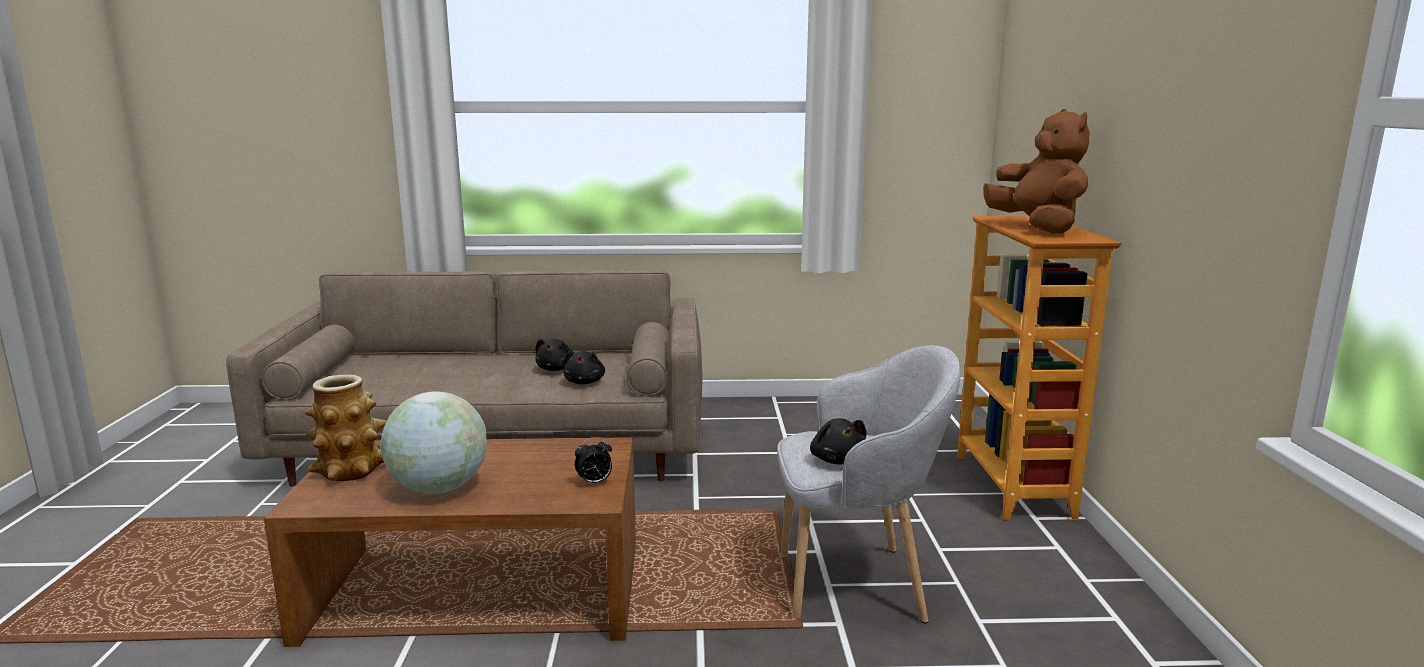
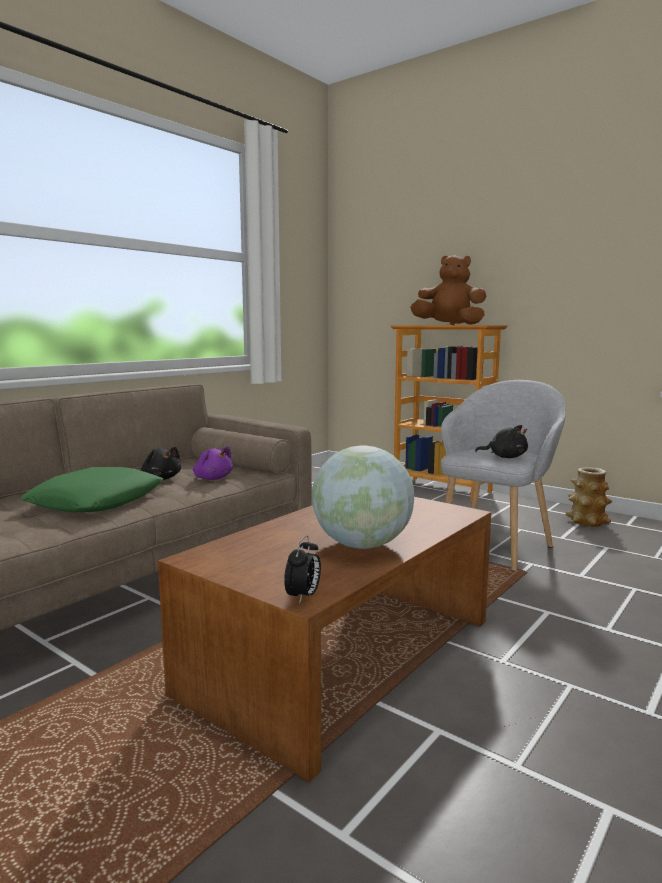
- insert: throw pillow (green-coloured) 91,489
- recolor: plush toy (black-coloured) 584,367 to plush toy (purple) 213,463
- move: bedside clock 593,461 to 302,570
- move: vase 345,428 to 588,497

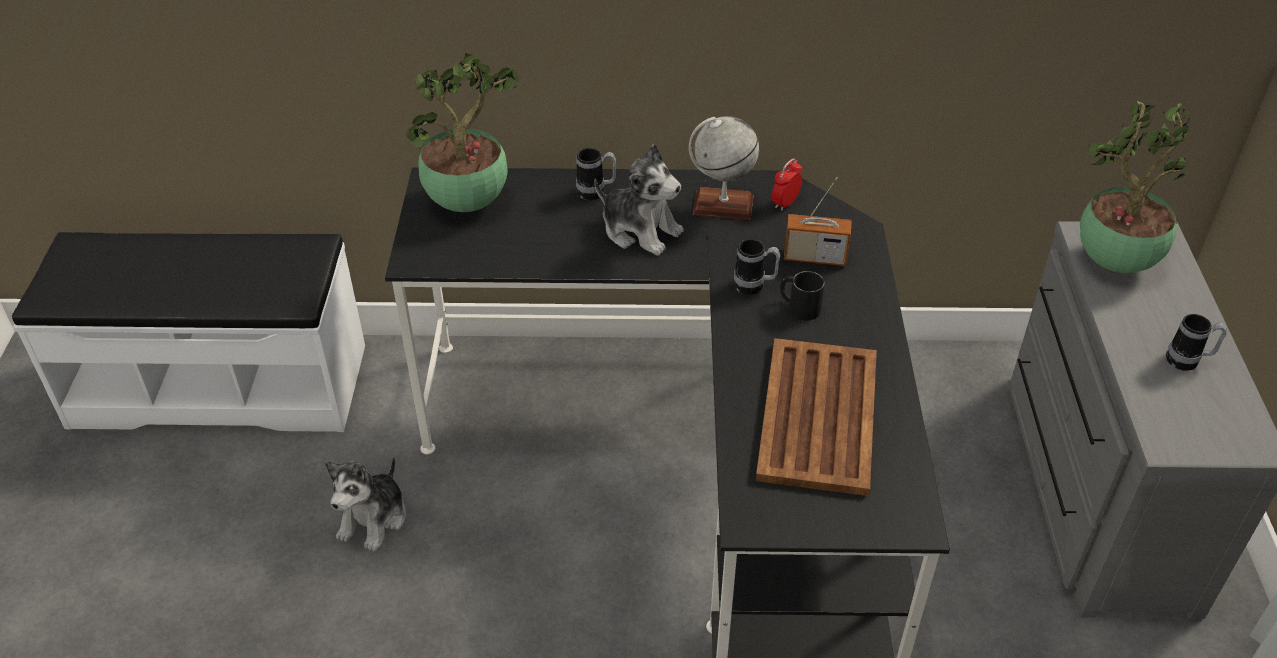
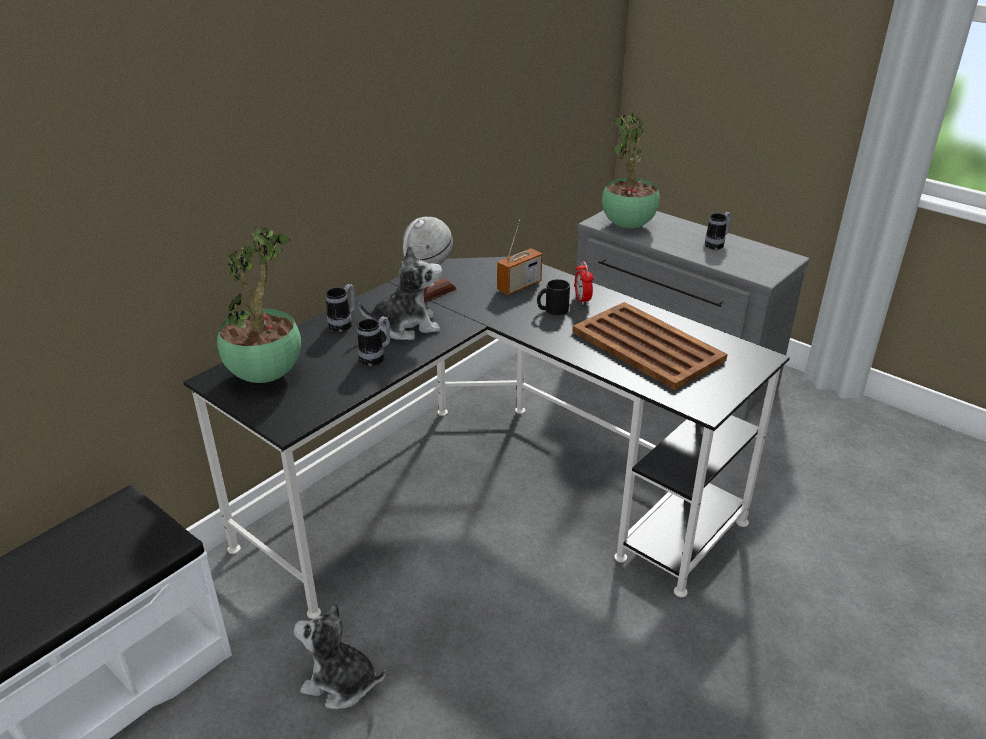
- rotate: plush toy 365,504 = 340,655 135 degrees clockwise
- move: tea mug 757,267 to 373,341
- move: bedside clock 787,185 to 584,283

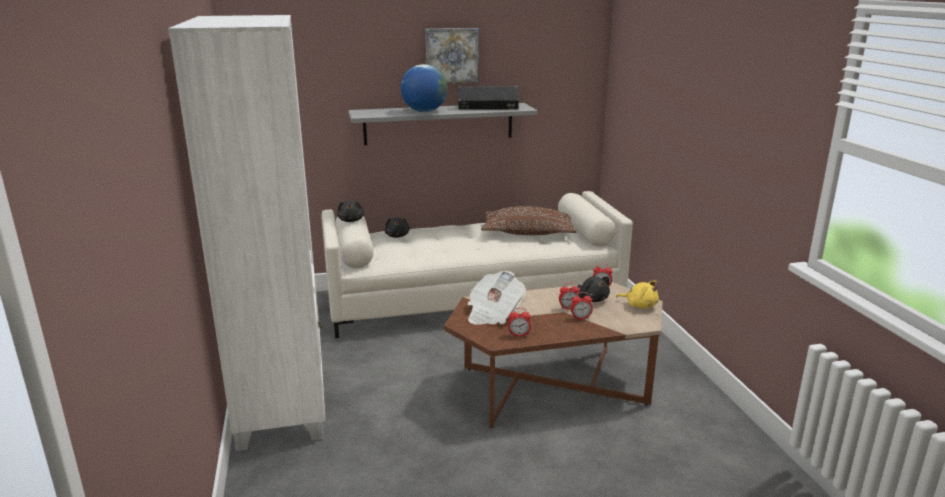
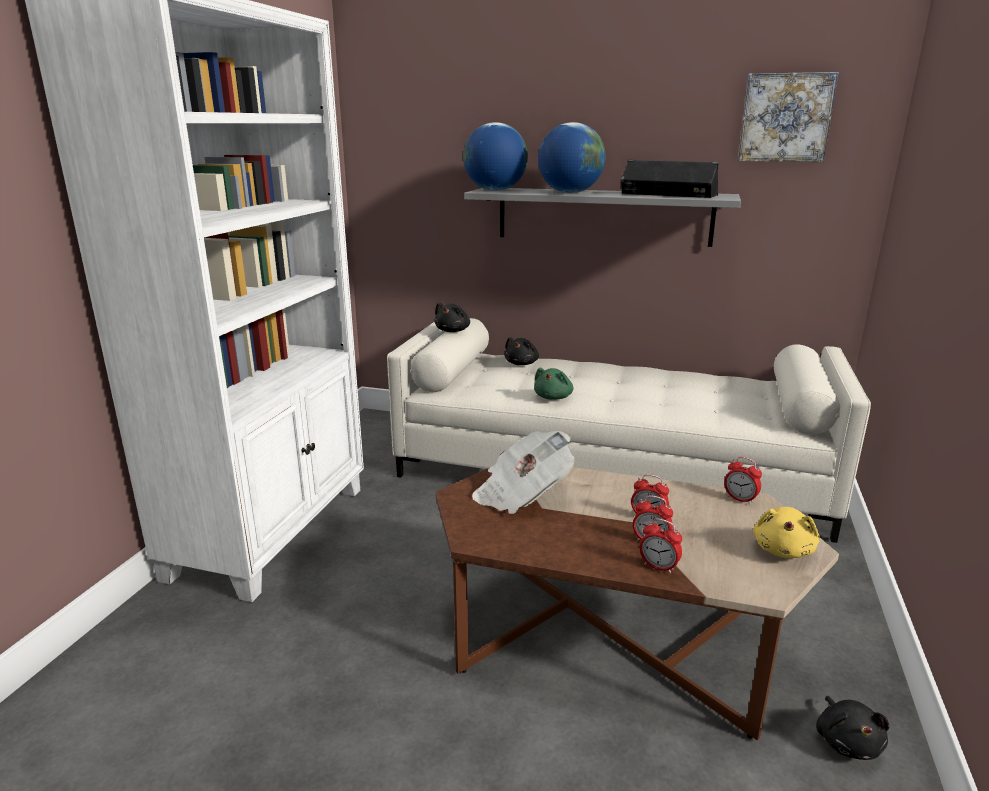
- insert: world globe 495,156
- insert: plush toy (green-coloured) 554,383
- move: bedside clock 519,322 to 660,545
- move: picture 452,56 to 788,117
- rotate: plush toy (yellow-coloured) 637,294 = 786,532 45 degrees clockwise
- move: plush toy (black-coloured) 594,289 to 853,728
- delete: throw pillow (brown) 528,220

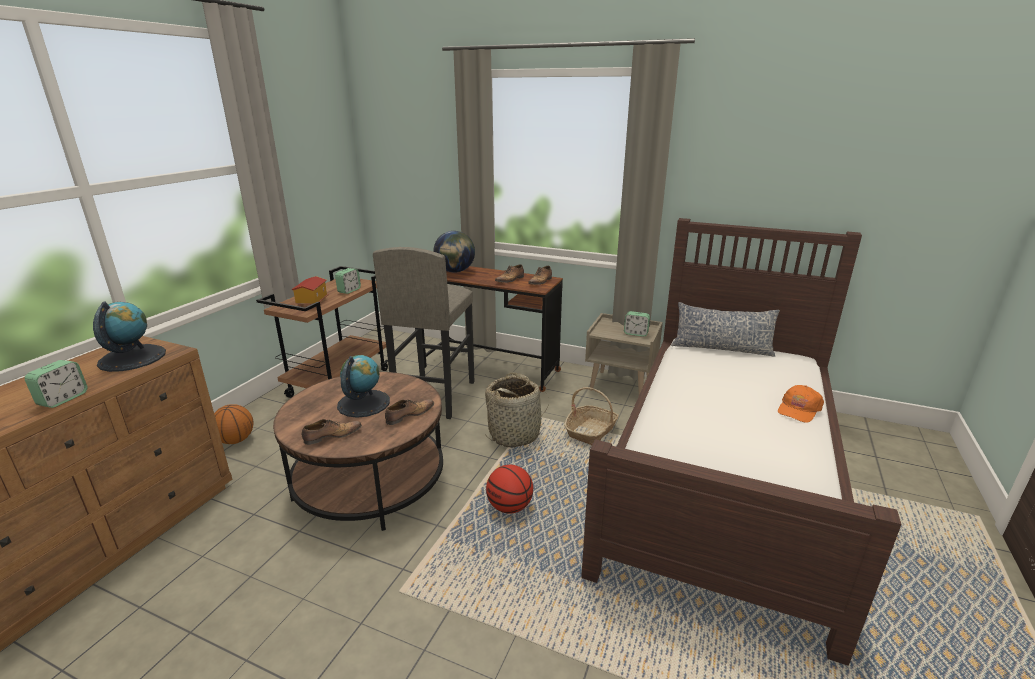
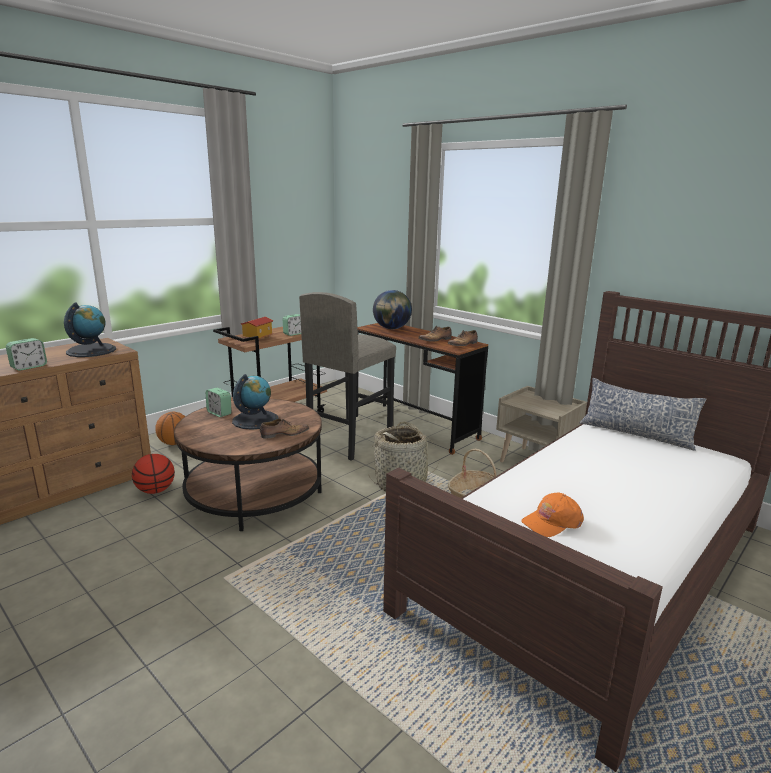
- move: basketball 509,489 to 153,474
- move: bedside clock 637,324 to 219,402
- move: peaked cap (orange) 801,403 to 552,514
- delete: shoe 331,432

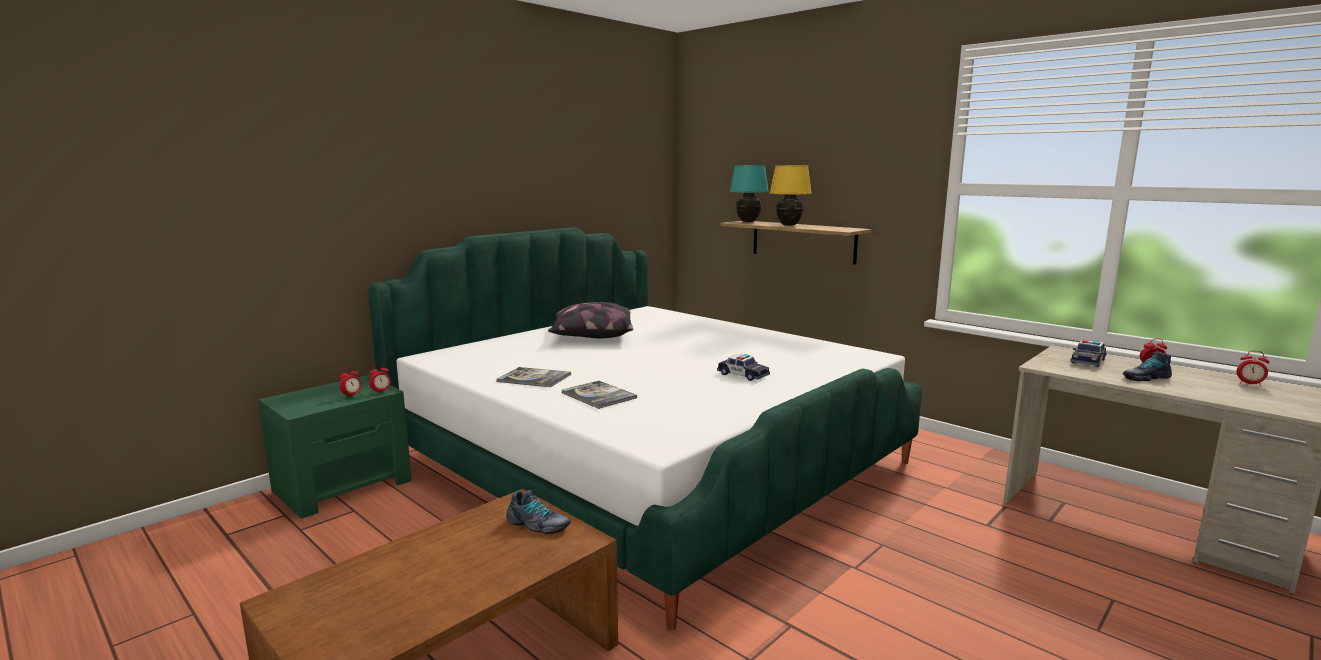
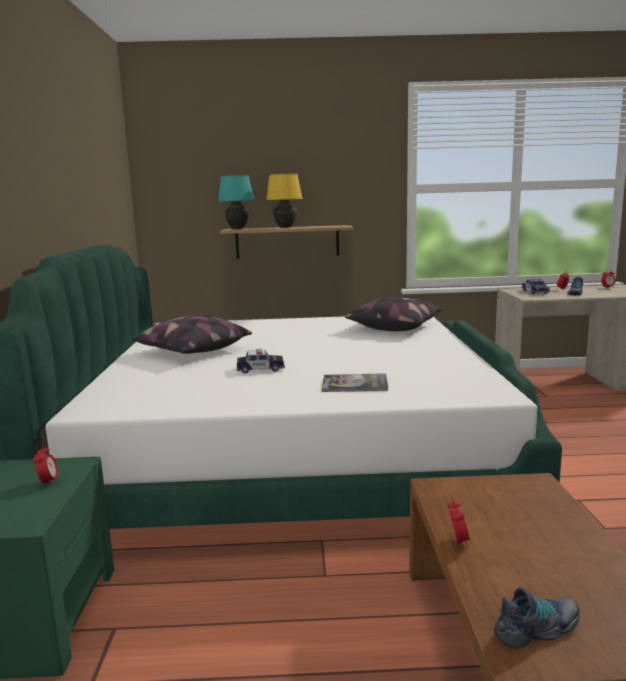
- move: model car 743,367 to 261,361
- insert: throw pillow 394,314
- move: bedside clock 380,378 to 459,523
- move: shoe 538,512 to 537,618
- delete: book 534,377

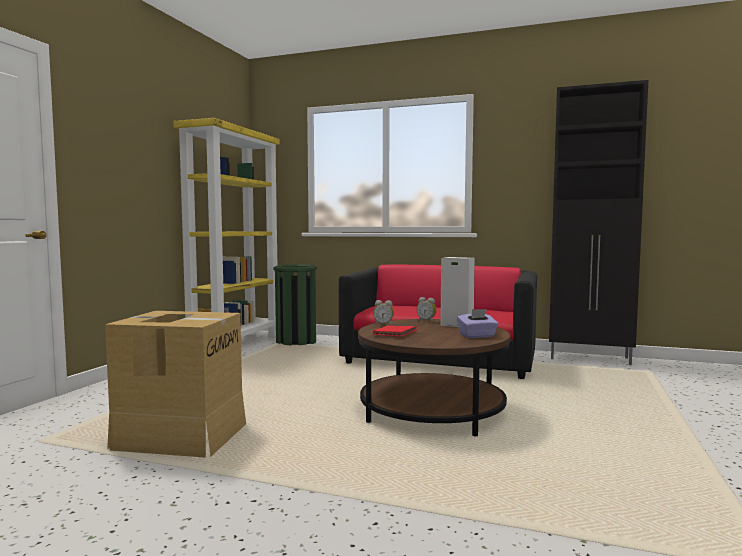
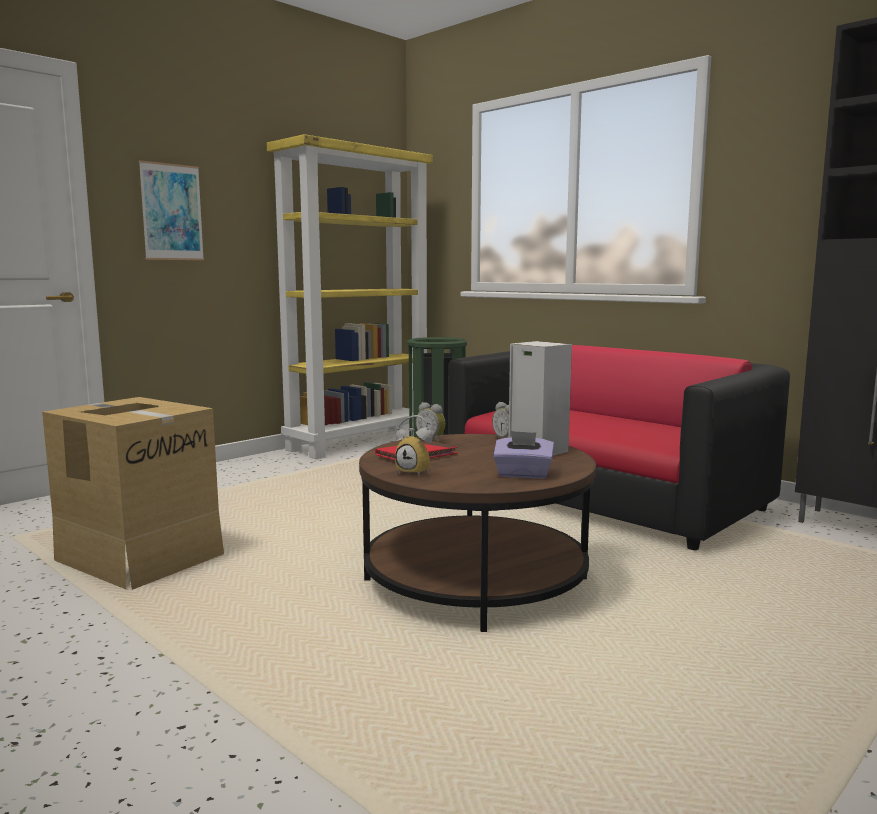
- insert: picture 171,210
- insert: bedside clock 414,445

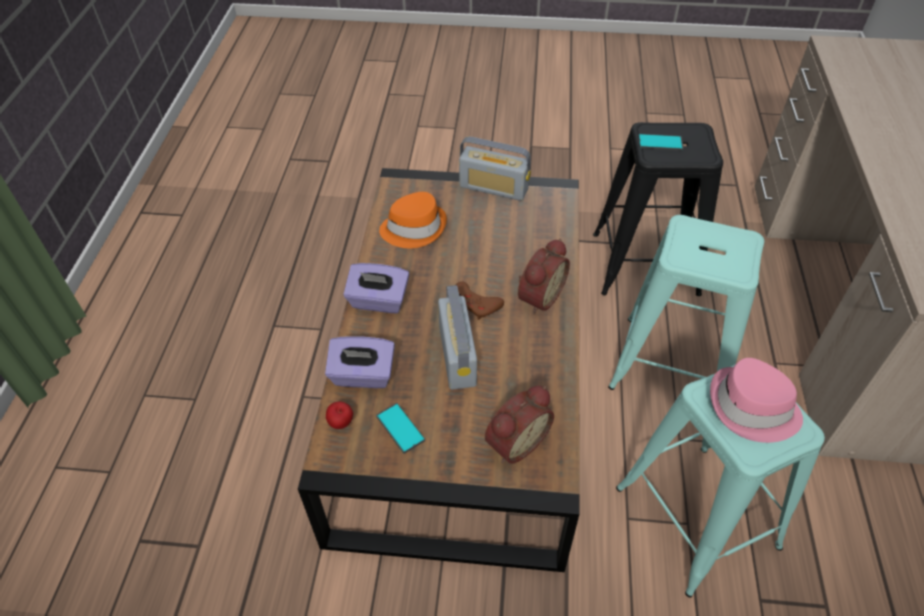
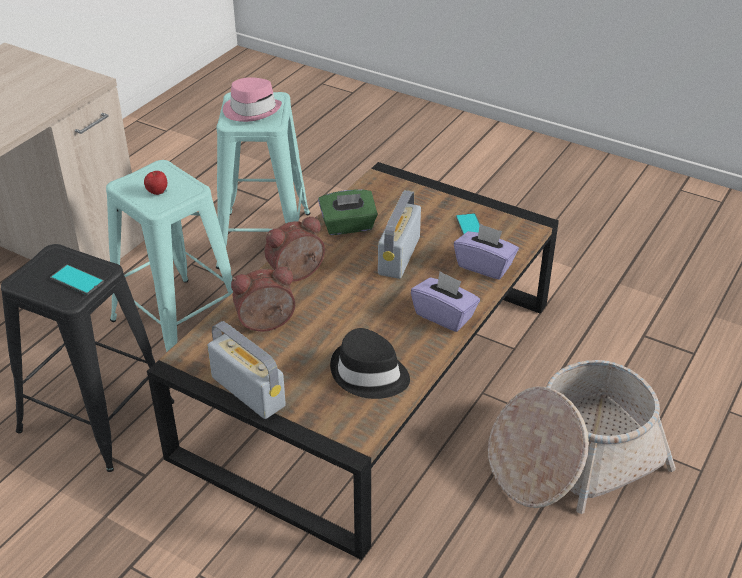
- move: apple fruit 339,415 to 155,183
- move: bedside clock 519,425 to 263,299
- insert: box of tissues (green-coloured) 348,212
- recolor: wearable hat (orange) 413,220 to wearable hat (black-coloured) 370,363
- insert: household basket 582,437
- delete: gamepad (brown) 480,300

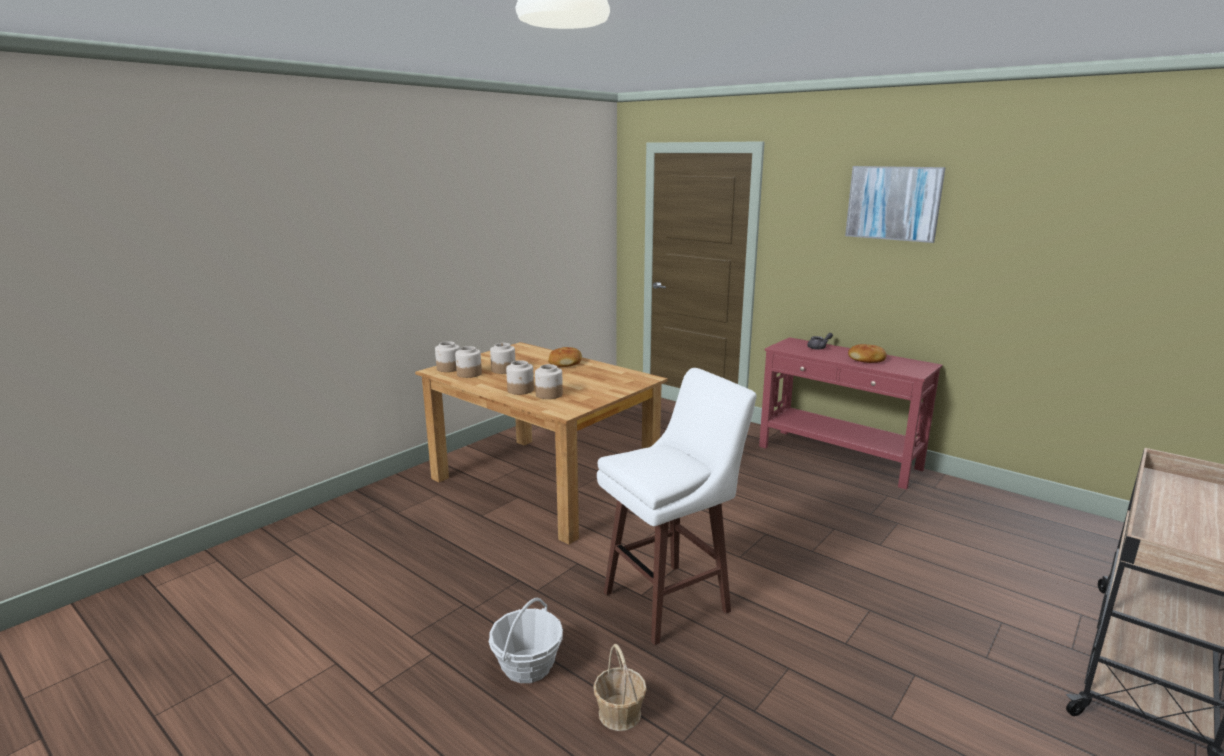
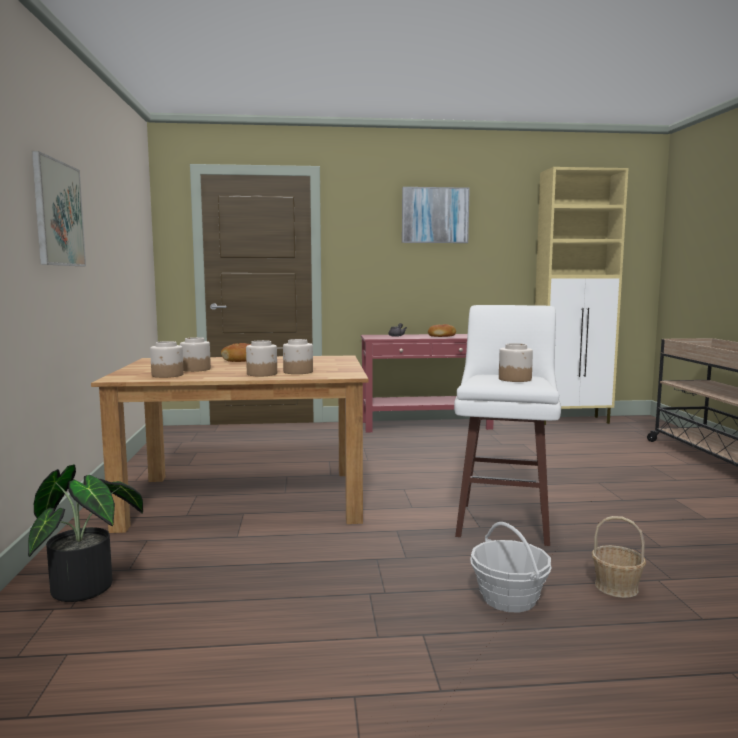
- insert: houseplant 85,533
- insert: picture 59,208
- move: preserve jar 447,356 to 516,362
- insert: cupboard (sand-coloured) 581,296

